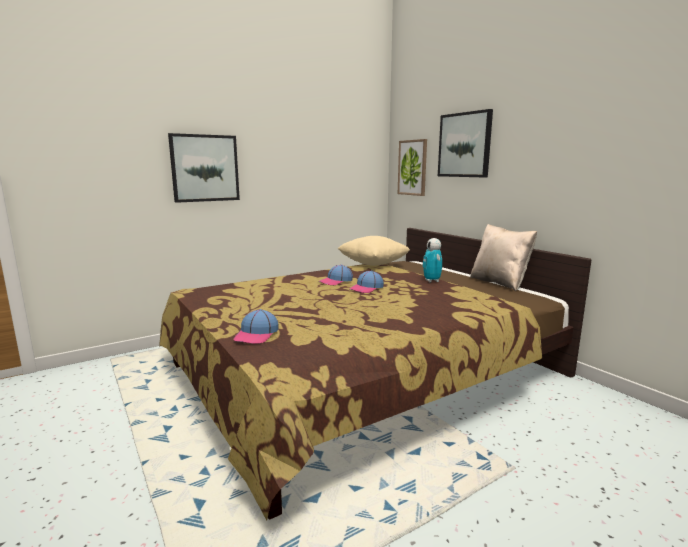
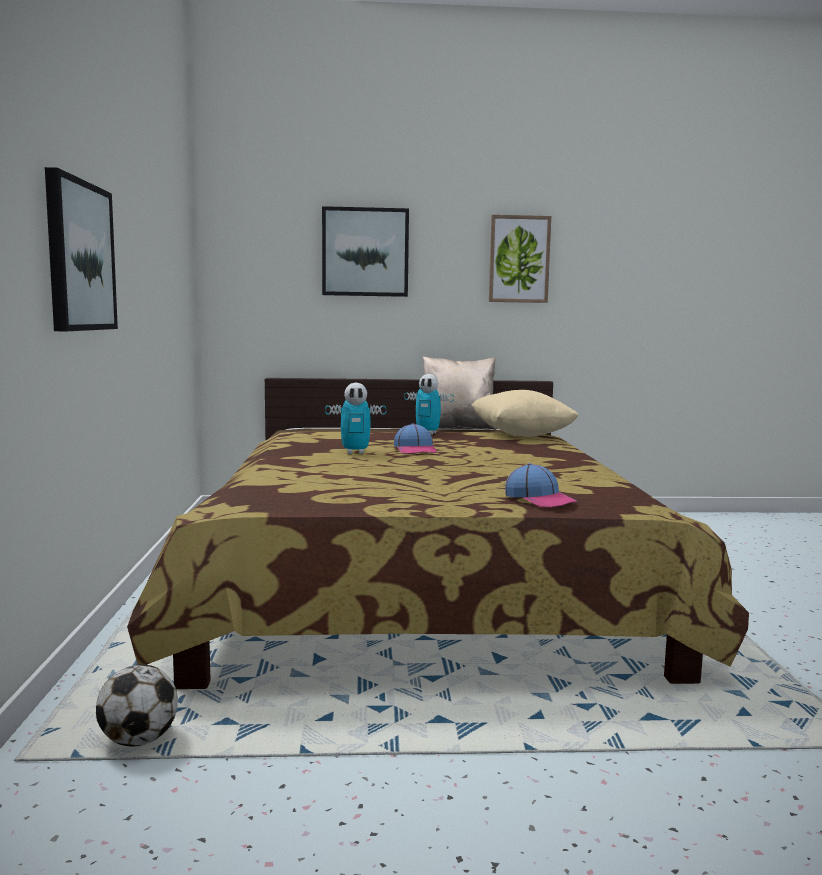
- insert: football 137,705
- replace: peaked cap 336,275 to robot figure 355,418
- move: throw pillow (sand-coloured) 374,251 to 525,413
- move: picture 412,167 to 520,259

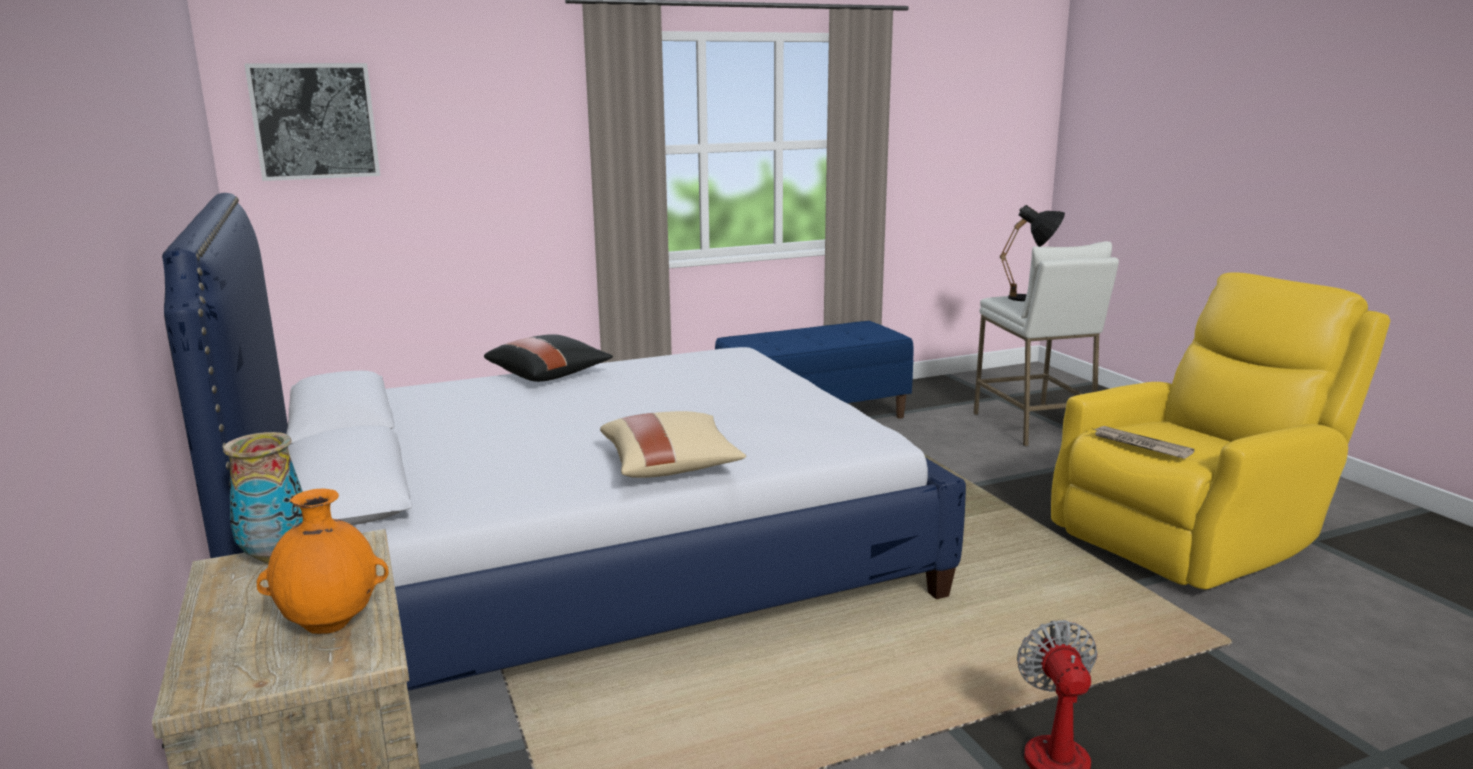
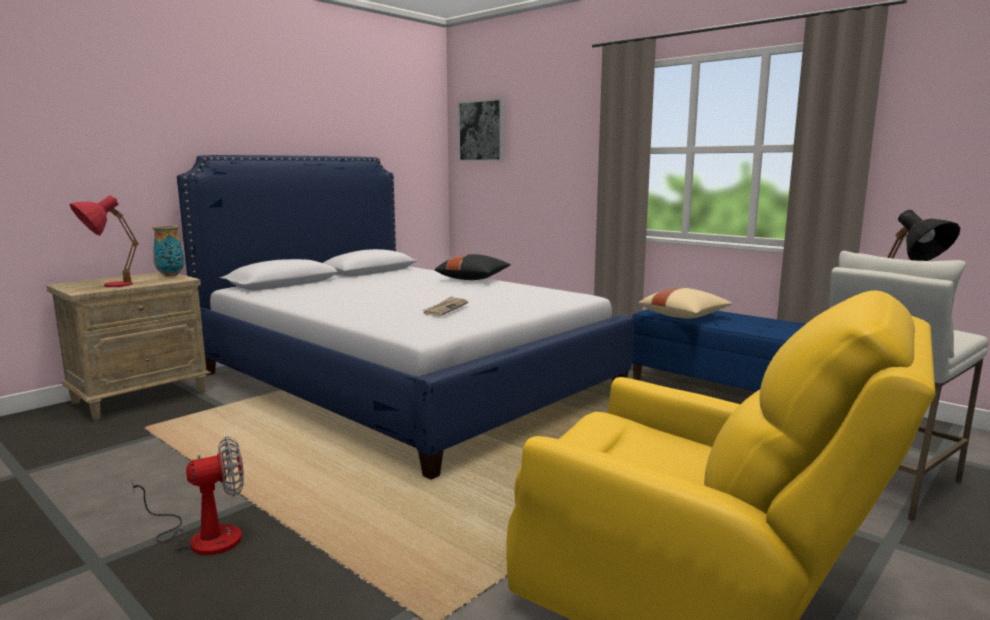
- replace: vase (orange) 323,561 to tabletop lamp (red-coloured) 104,241
- move: newspaper 1144,442 to 445,306
- move: throw pillow (sand-coloured) 673,444 to 686,303

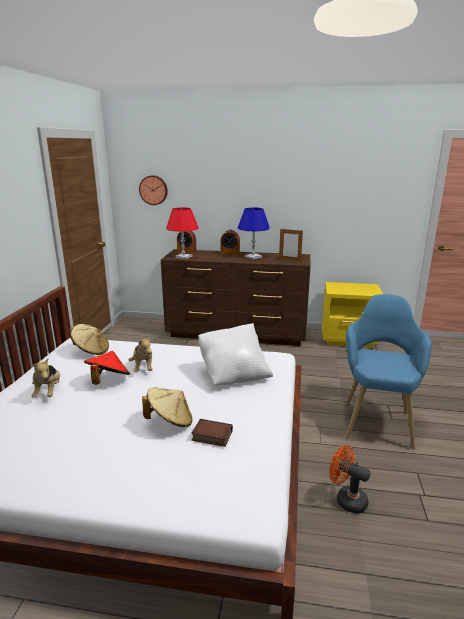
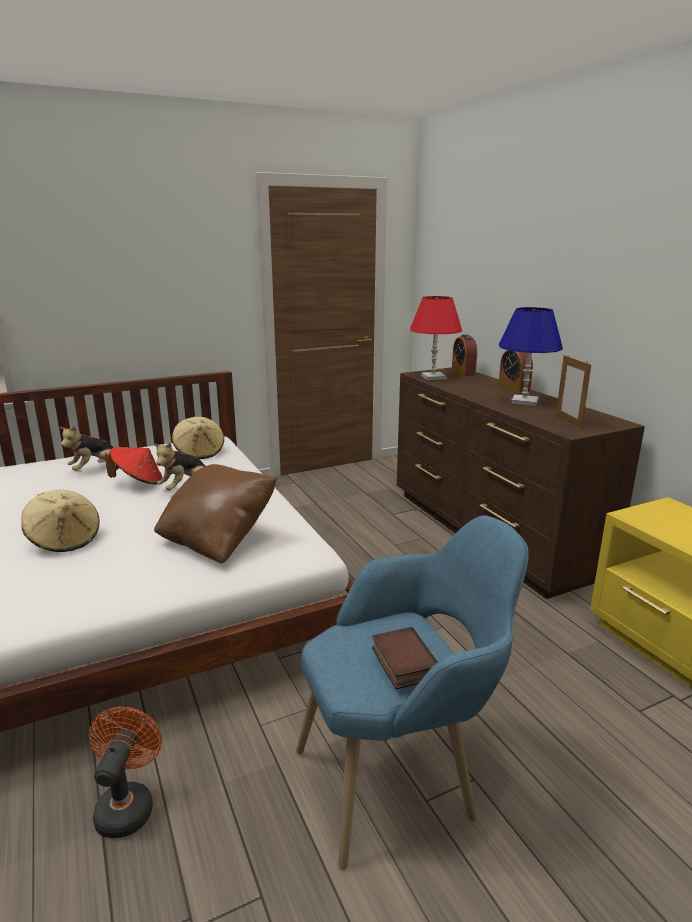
- recolor: throw pillow (whitish) 235,354 to throw pillow (brown) 215,514
- move: book 212,433 to 405,658
- delete: hanging clock 153,190

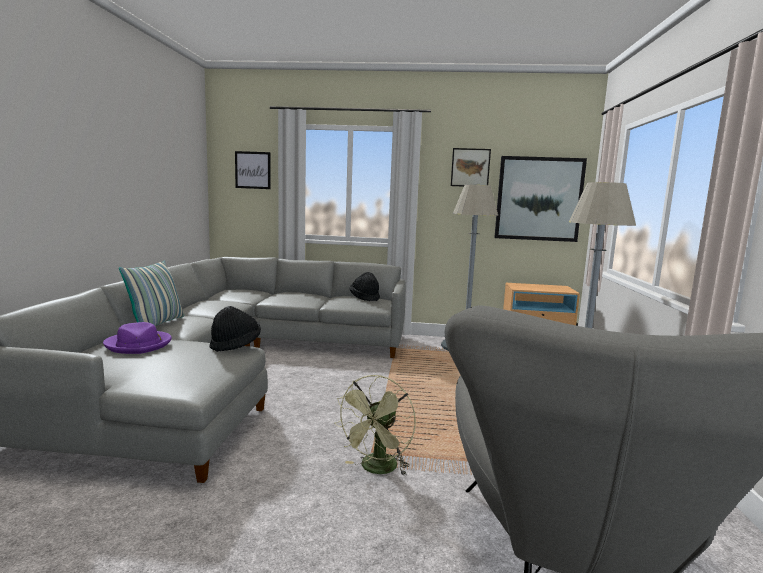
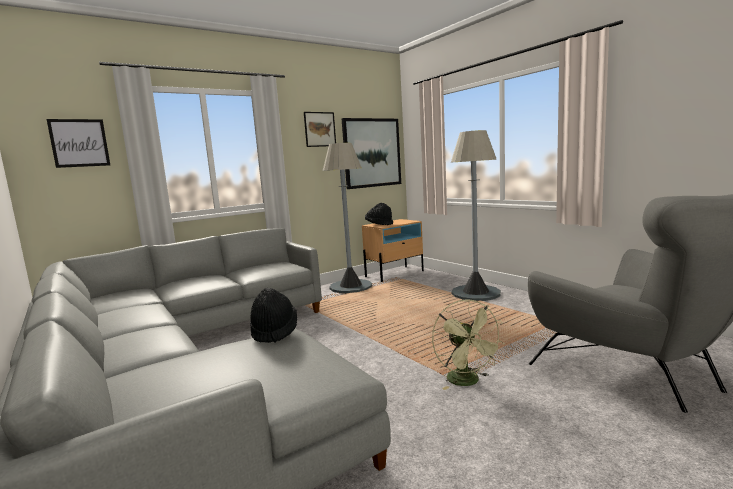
- move: wearable hat (black-coloured) 365,286 to 379,214
- delete: wearable hat (purple) 137,338
- delete: throw pillow 151,293

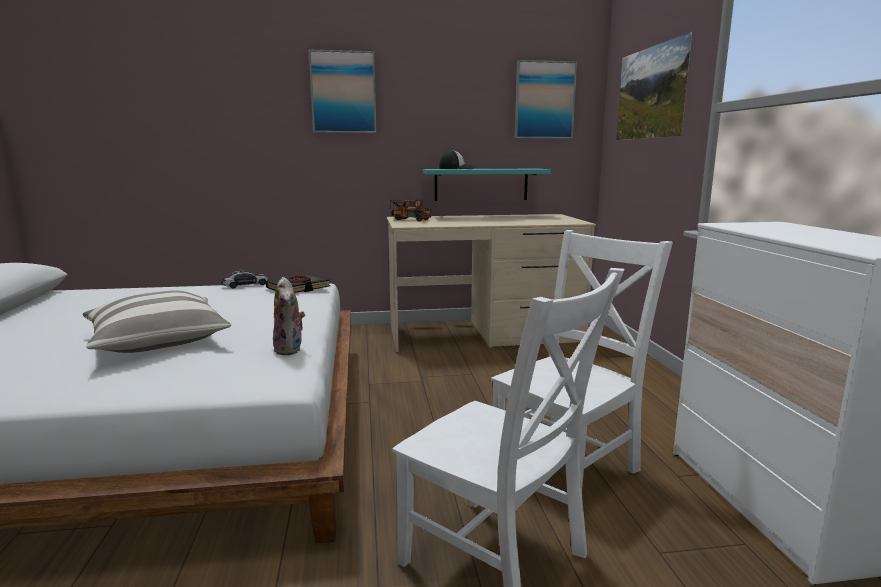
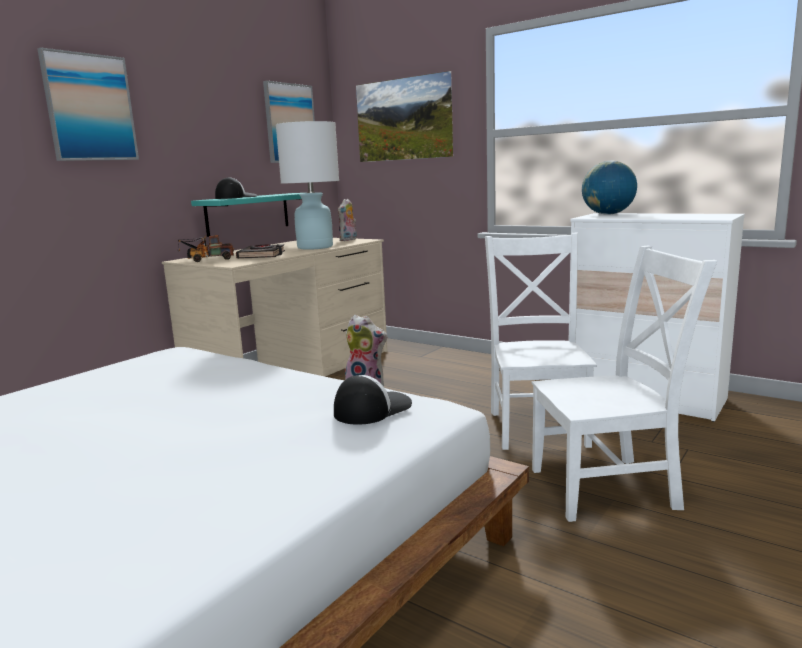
- move: book (black-coloured) 298,283 to 260,251
- insert: tabletop lamp (whitish) 307,185
- insert: peaked cap 373,400
- insert: plush toy 347,220
- insert: world globe 609,188
- delete: throw pillow 157,321
- delete: model car 244,279

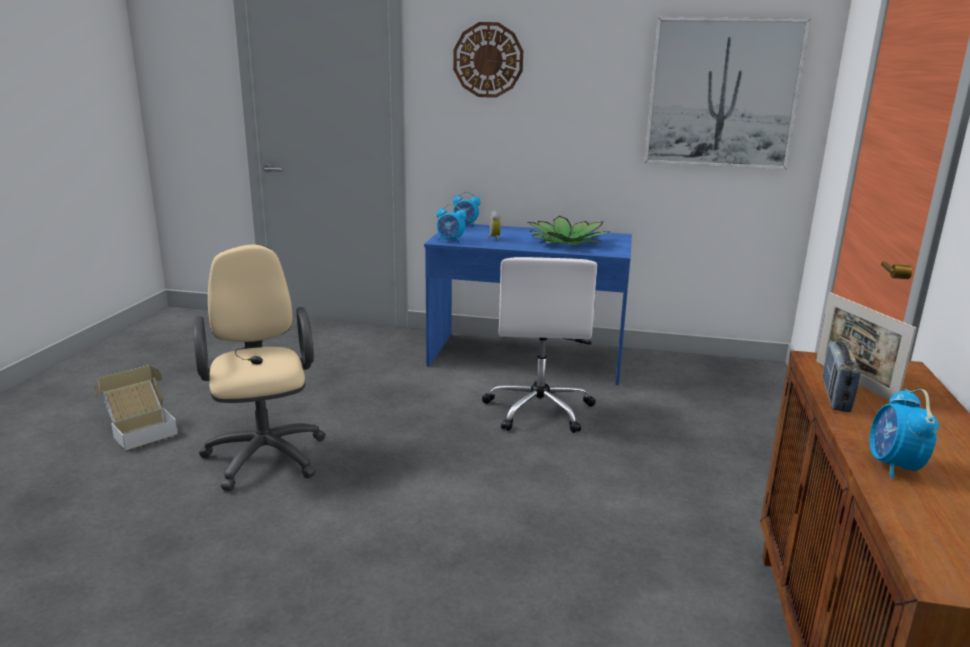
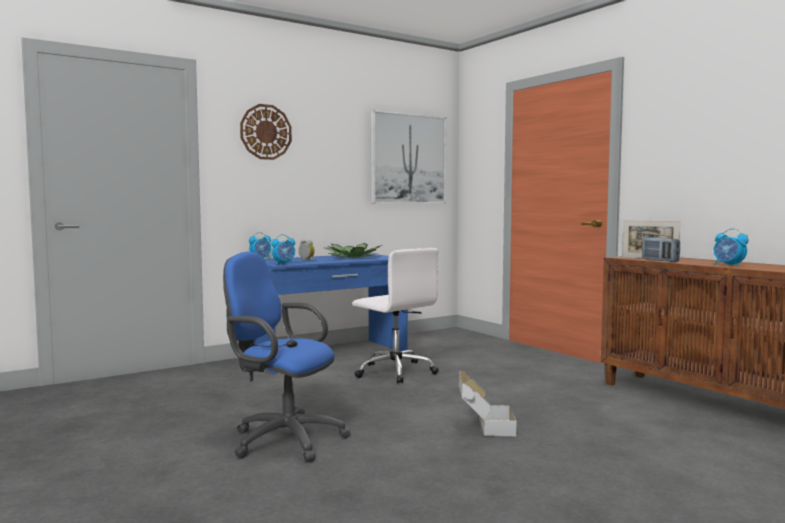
- recolor: computer chair (sand-coloured) 259,368 to computer chair (blue) 286,357
- move: cardboard box 136,408 to 488,403

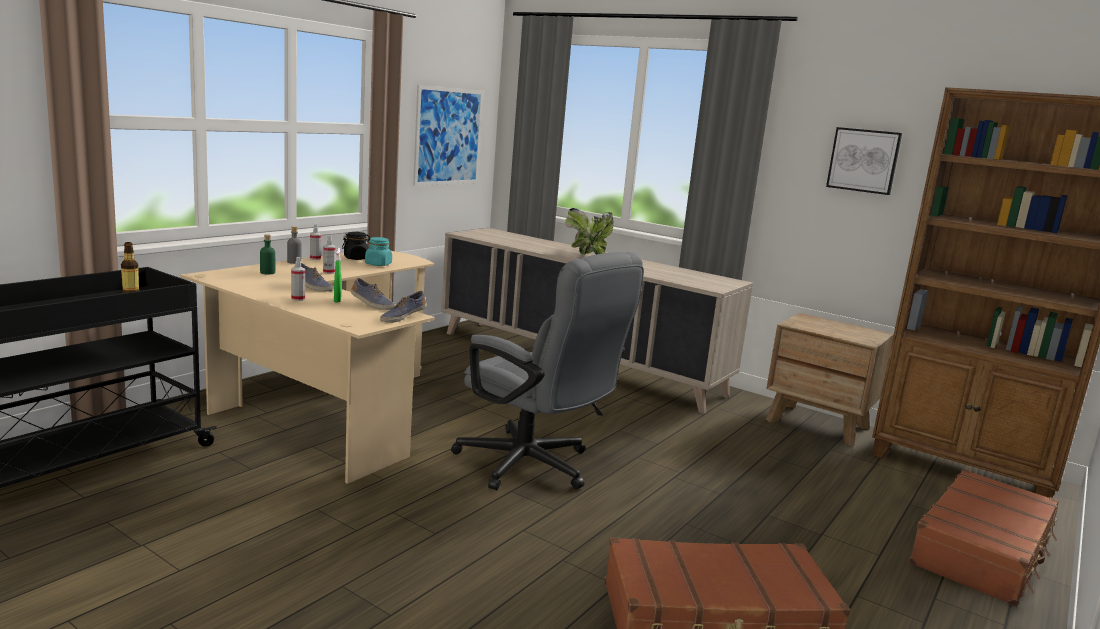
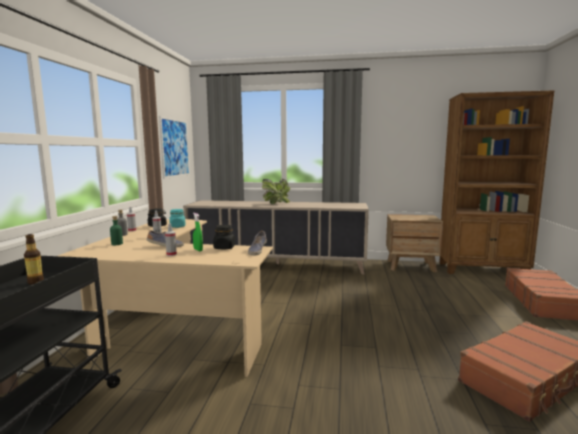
- replace: shoe 373,294 to preserve jar (black-coloured) 224,237
- delete: computer chair (greyish) 547,371
- delete: picture 864,161

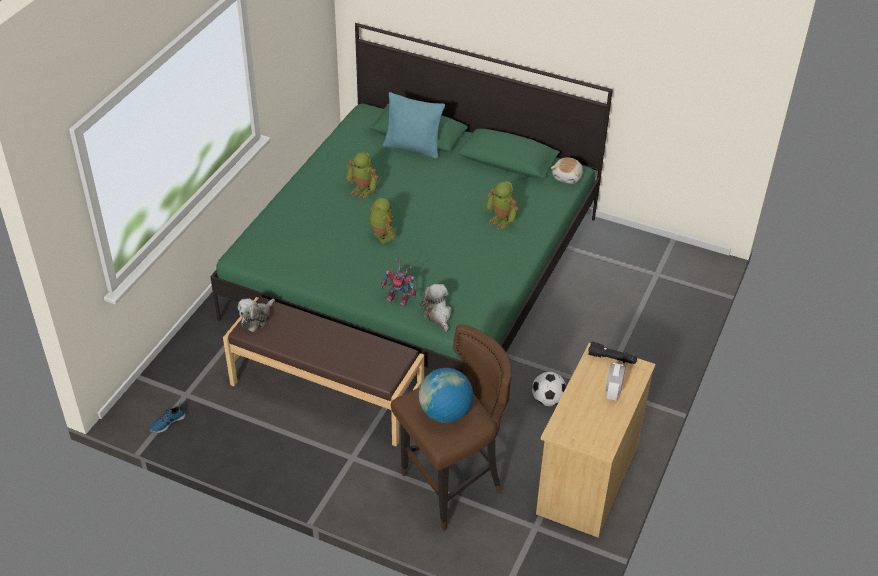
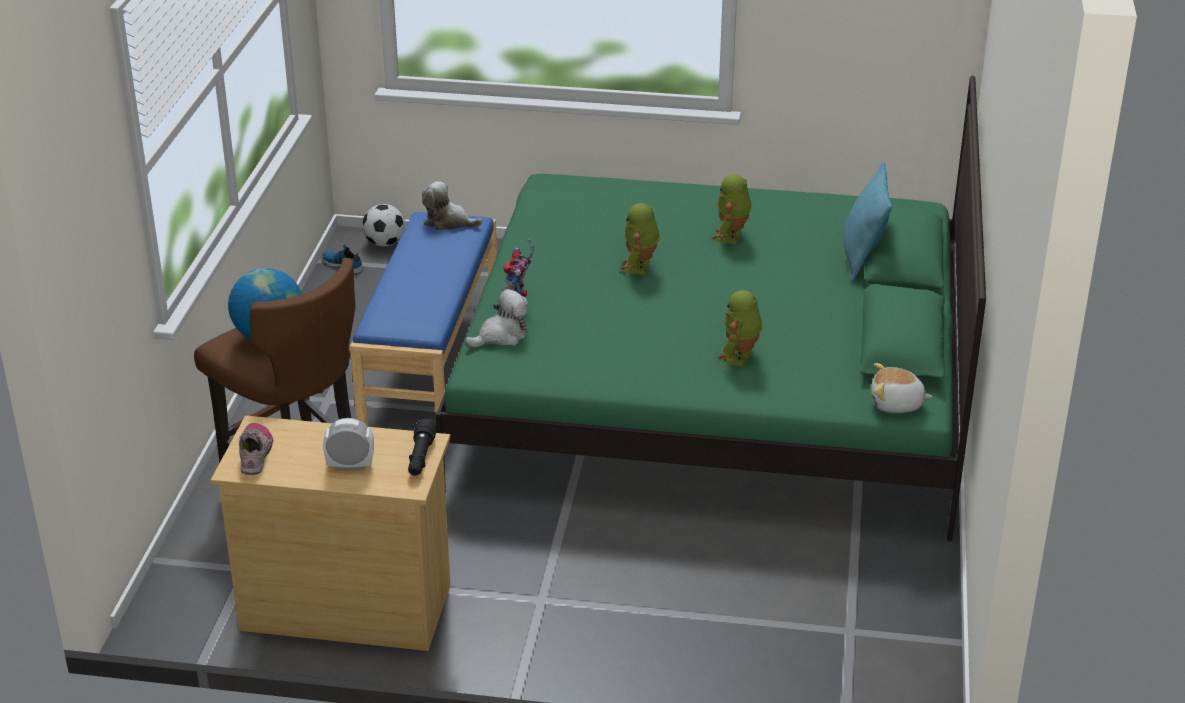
- insert: shoe 256,449
- recolor: long seat (brown) 323,371 to long seat (blue) 423,322
- move: football 549,389 to 383,225
- rotate: robot figure 382,221 = 640,239 150 degrees clockwise

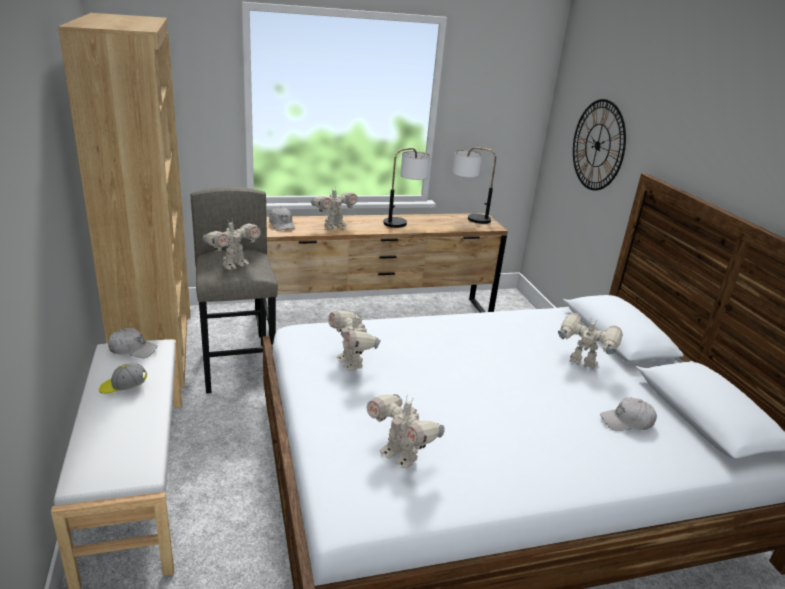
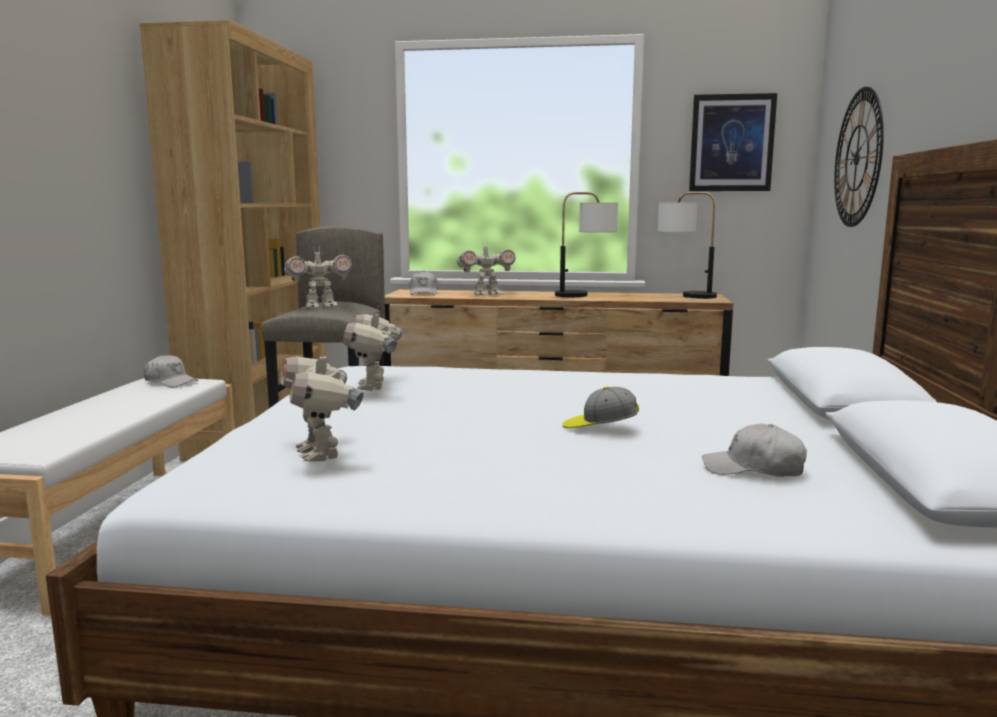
- move: peaked cap 123,378 to 600,407
- insert: picture 733,142
- delete: robot figure 590,341

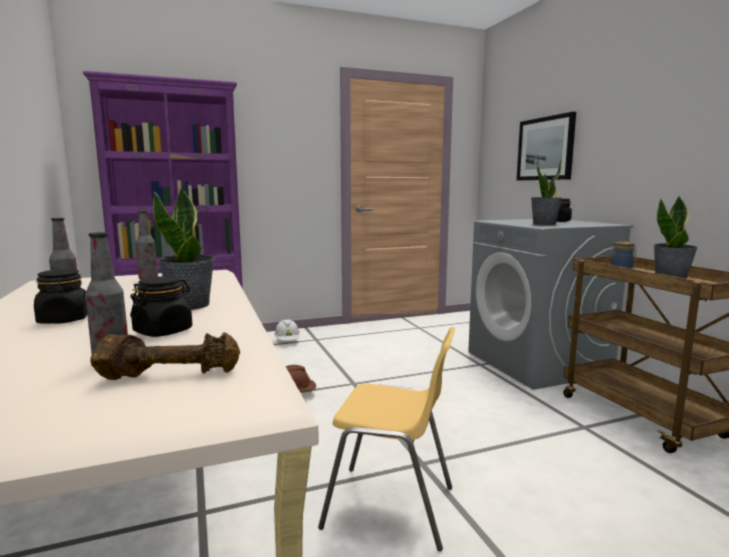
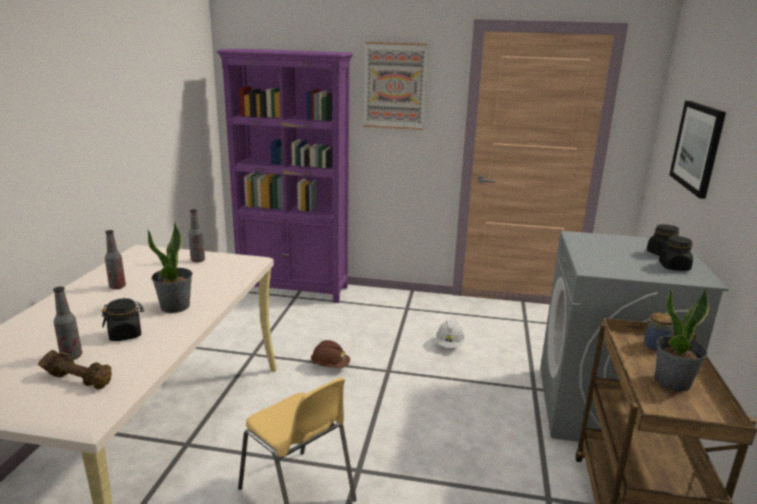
- insert: picture 396,86
- move: hard hat (whitish) 287,330 to 450,334
- move: preserve jar (black-coloured) 60,296 to 676,253
- delete: houseplant 546,191

